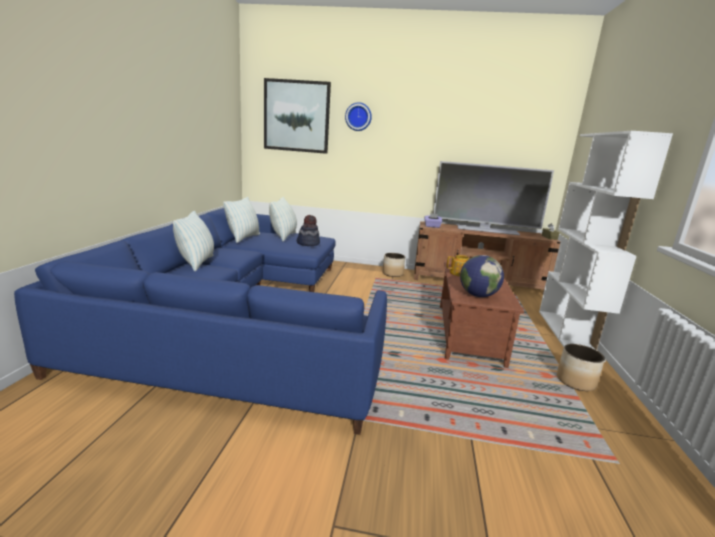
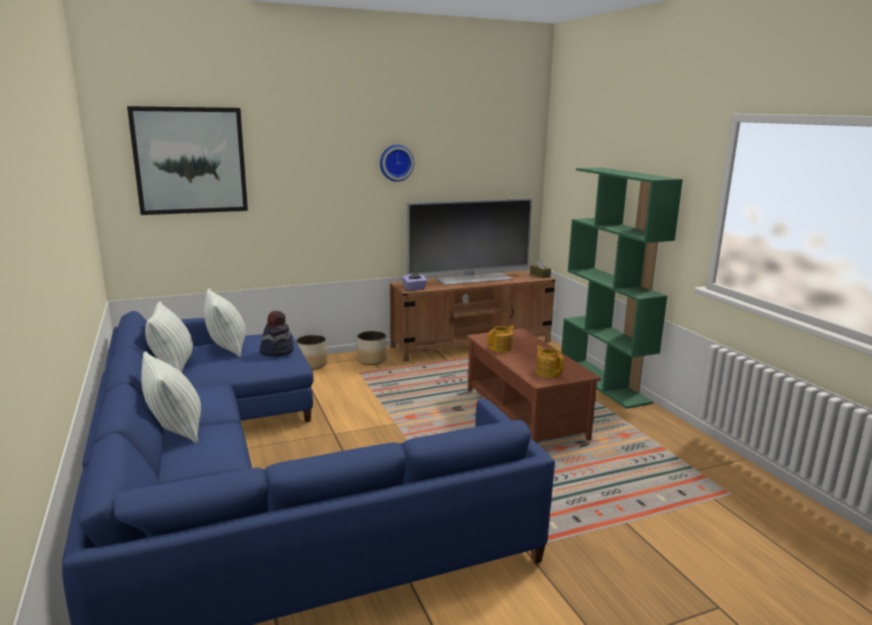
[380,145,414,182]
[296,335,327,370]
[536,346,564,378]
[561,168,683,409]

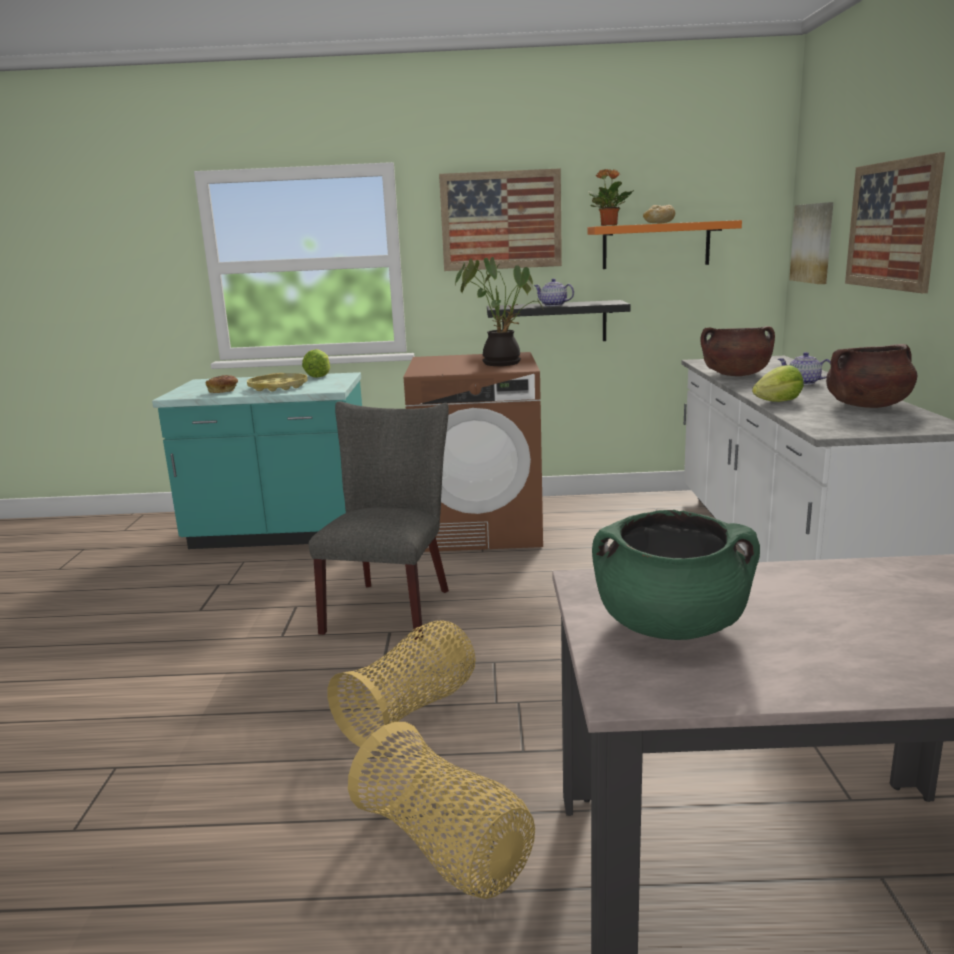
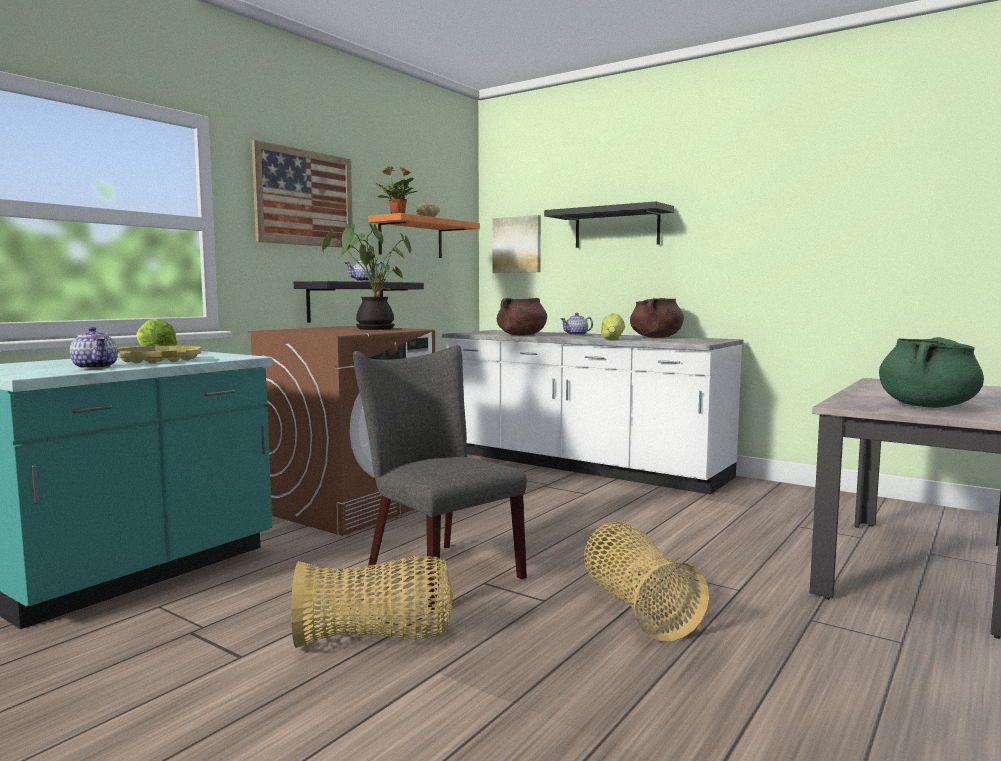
[291,556,453,648]
[70,327,118,369]
[544,202,674,248]

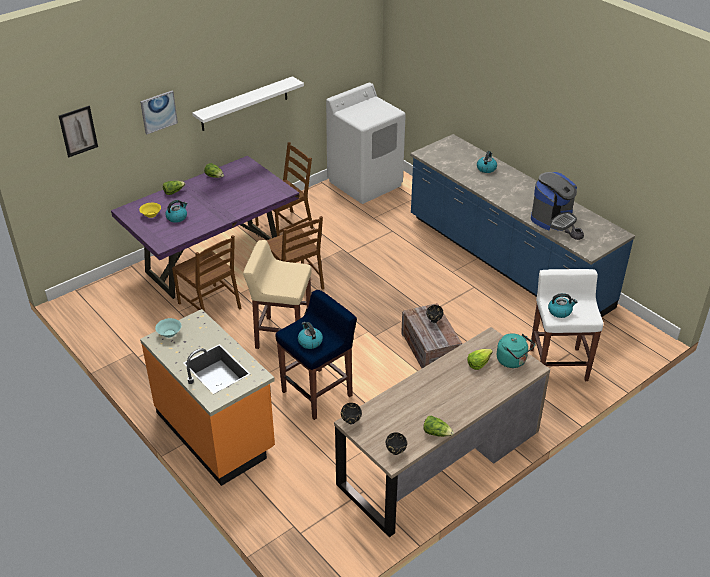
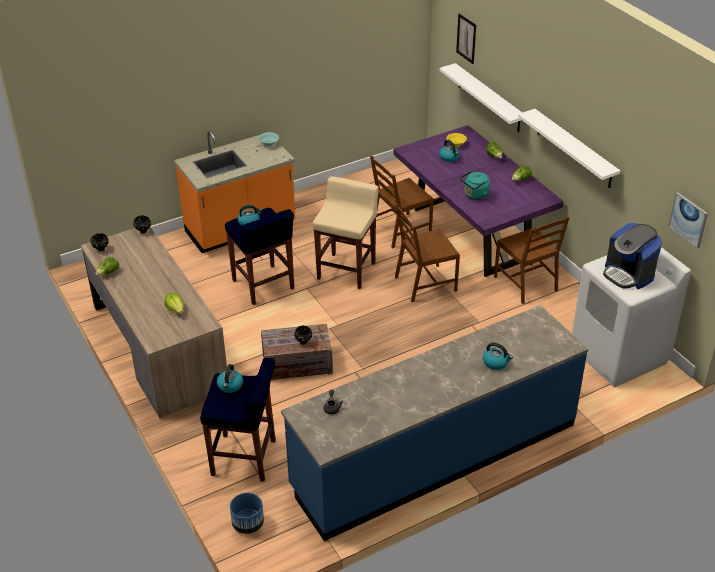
[230,493,264,534]
[439,63,522,133]
[668,192,708,248]
[460,171,490,200]
[603,223,662,290]
[200,357,276,482]

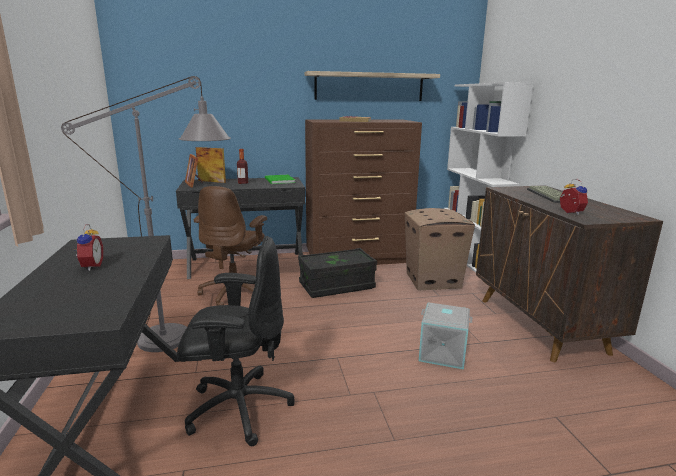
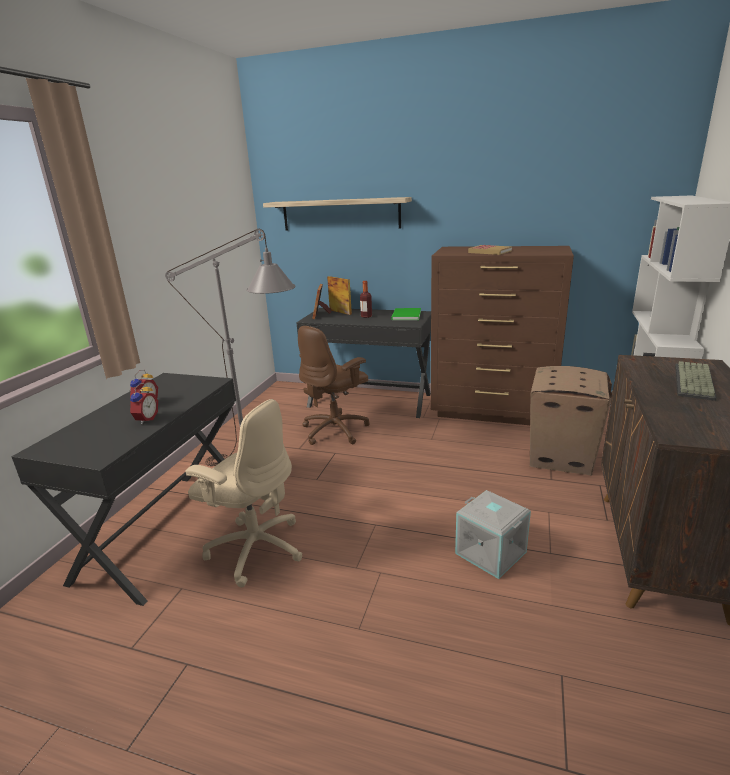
[298,248,377,298] (first image)
[263,197,412,230]
[130,383,158,424]
[186,399,303,587]

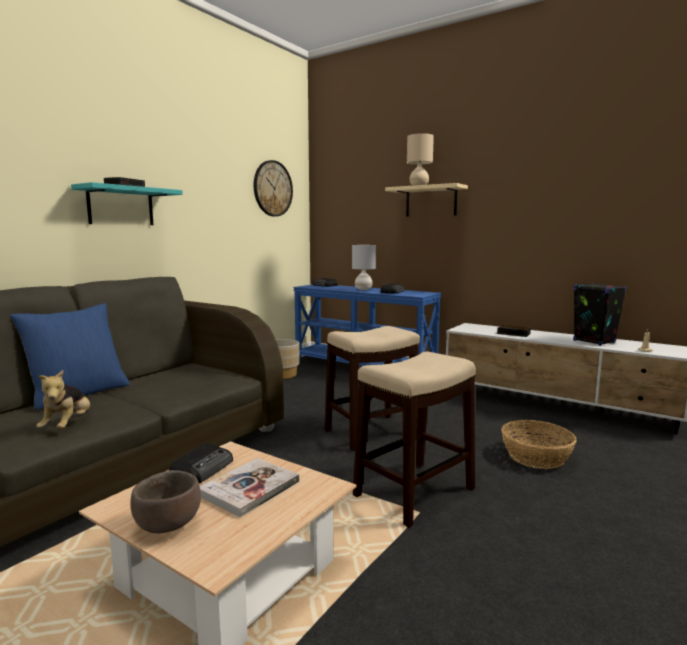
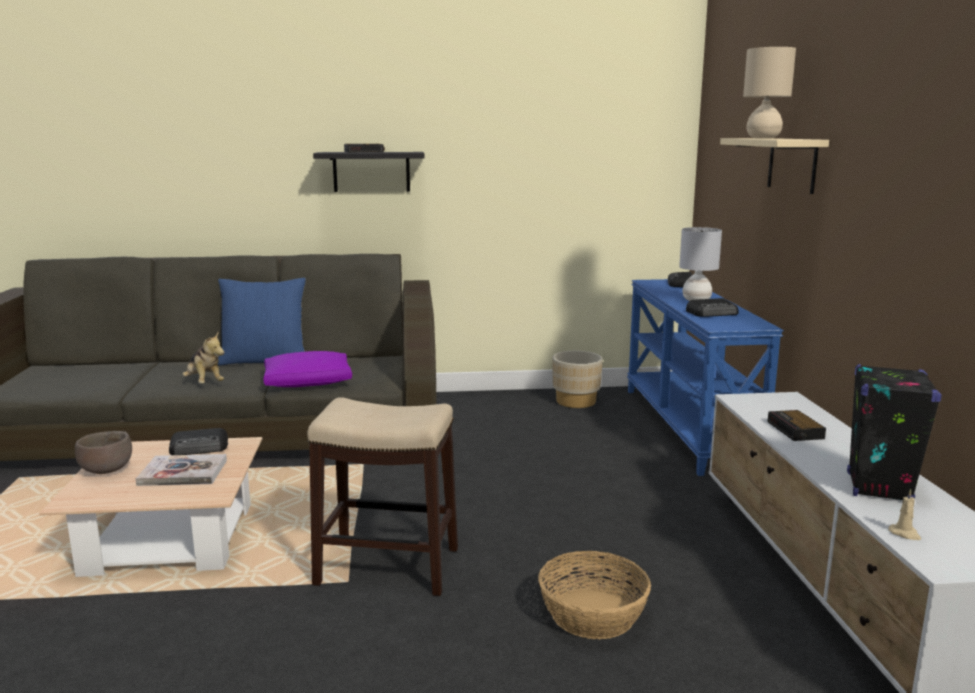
[254,160,293,217] (first image)
[324,326,420,451] (first image)
[263,351,352,387]
[313,152,425,192]
[183,333,224,384]

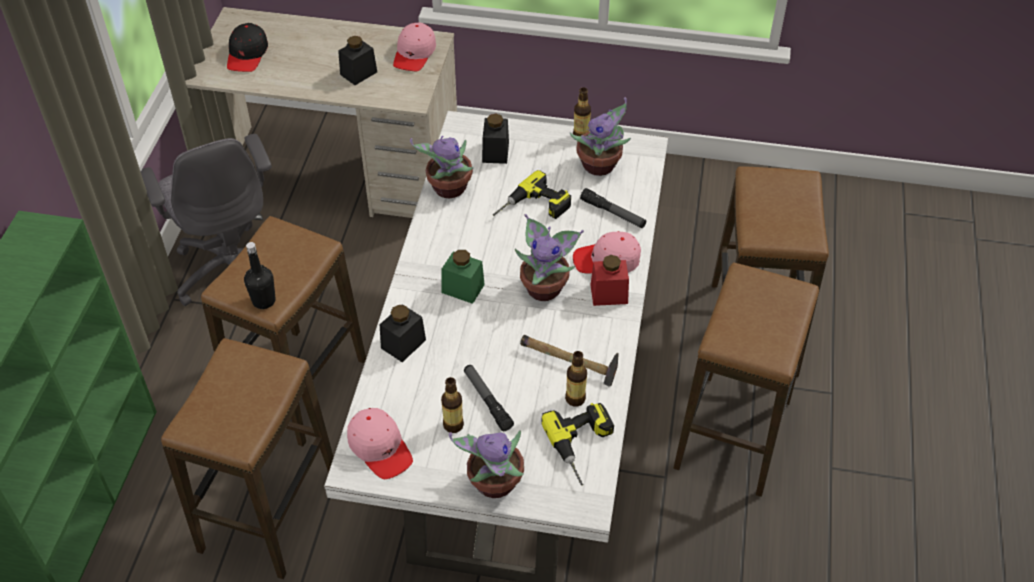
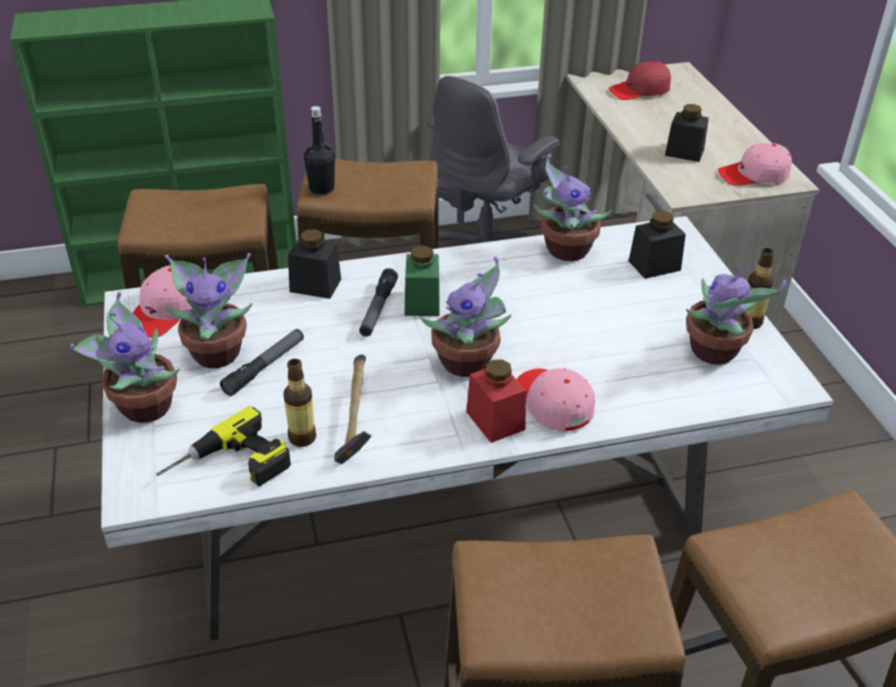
[493,170,571,219] (first image)
[359,268,398,336]
[164,253,253,368]
[609,61,671,100]

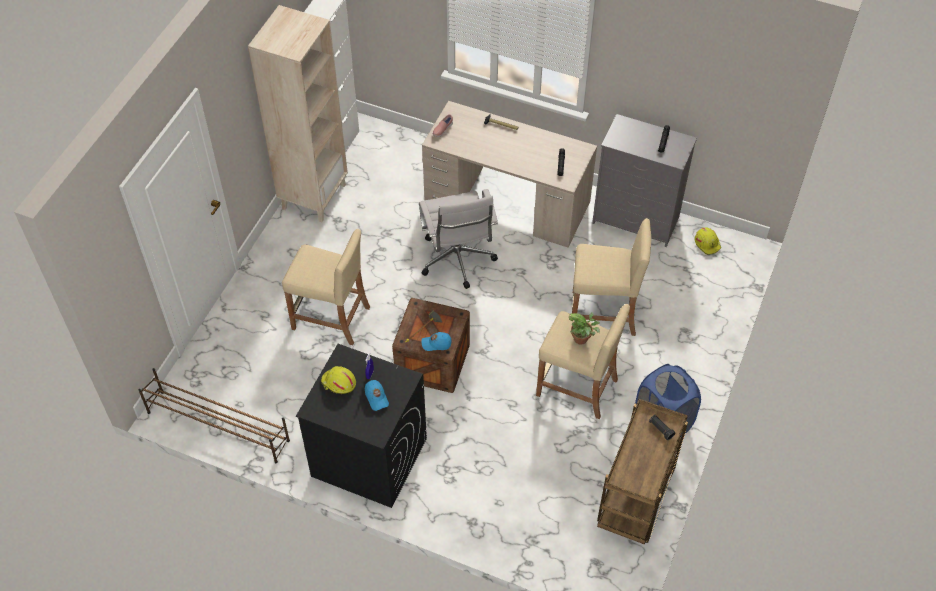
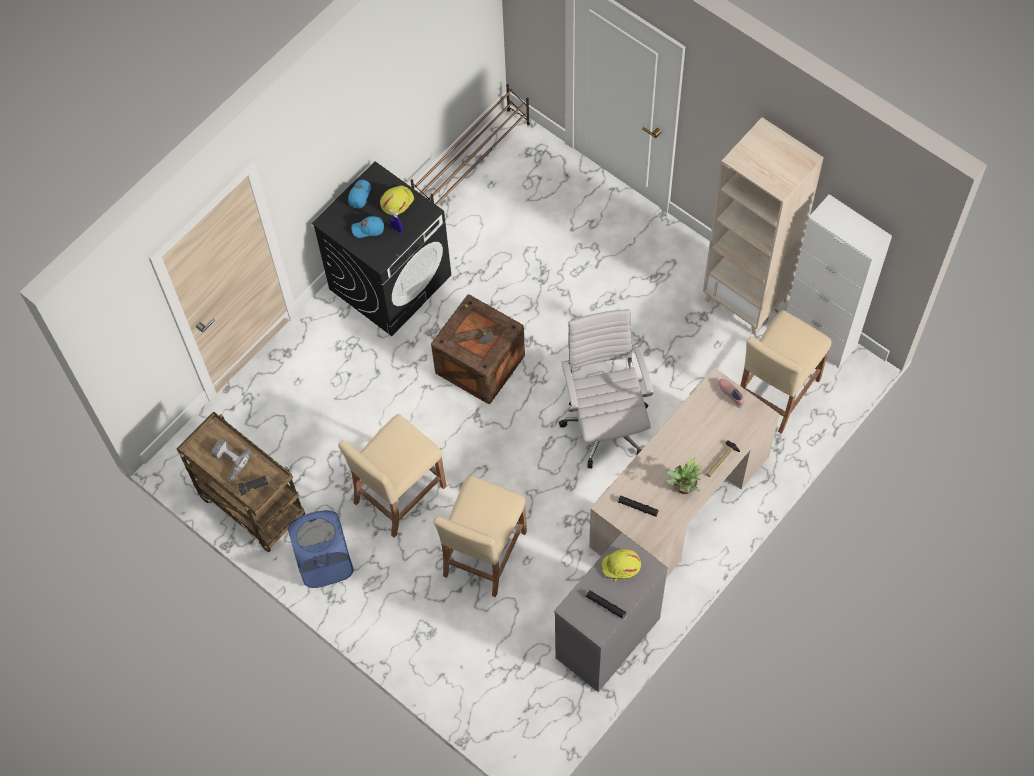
[211,439,251,481]
[740,310,831,434]
[348,180,371,209]
[664,458,702,494]
[601,549,641,581]
[559,309,653,468]

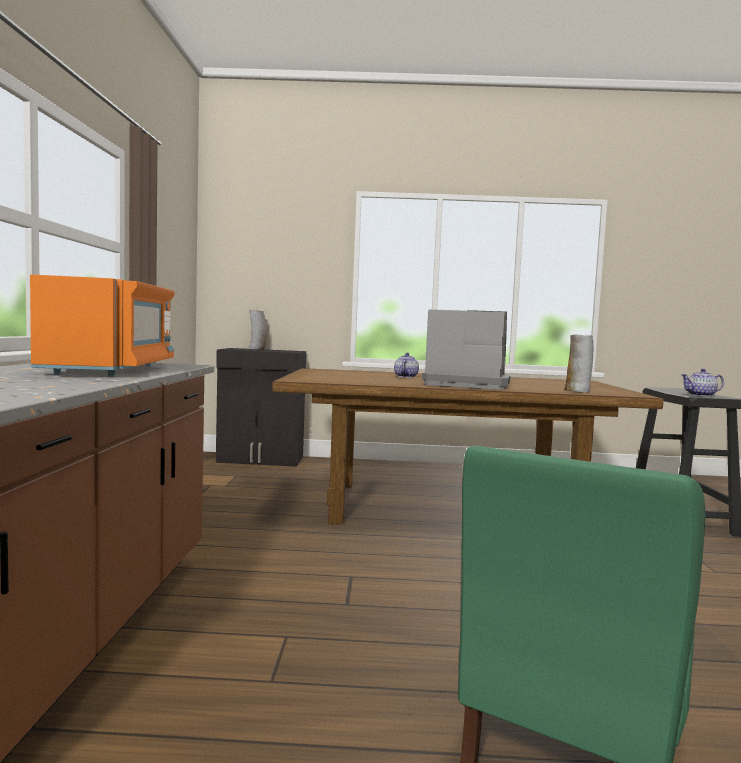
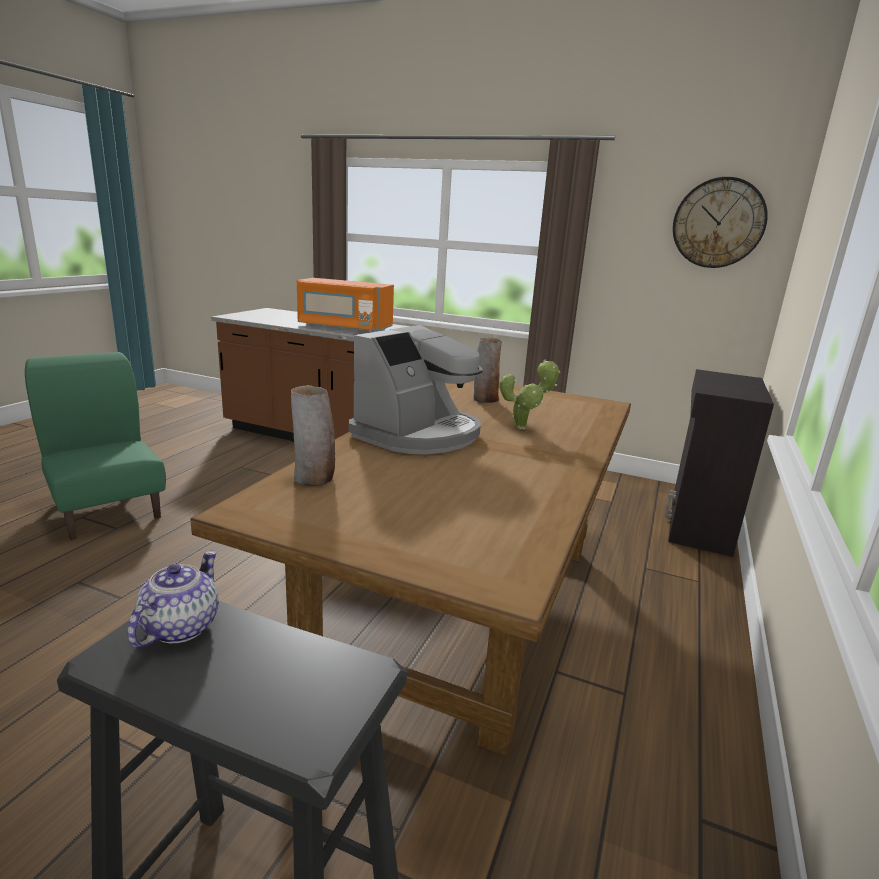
[673,177,768,268]
[474,338,502,403]
[500,359,560,429]

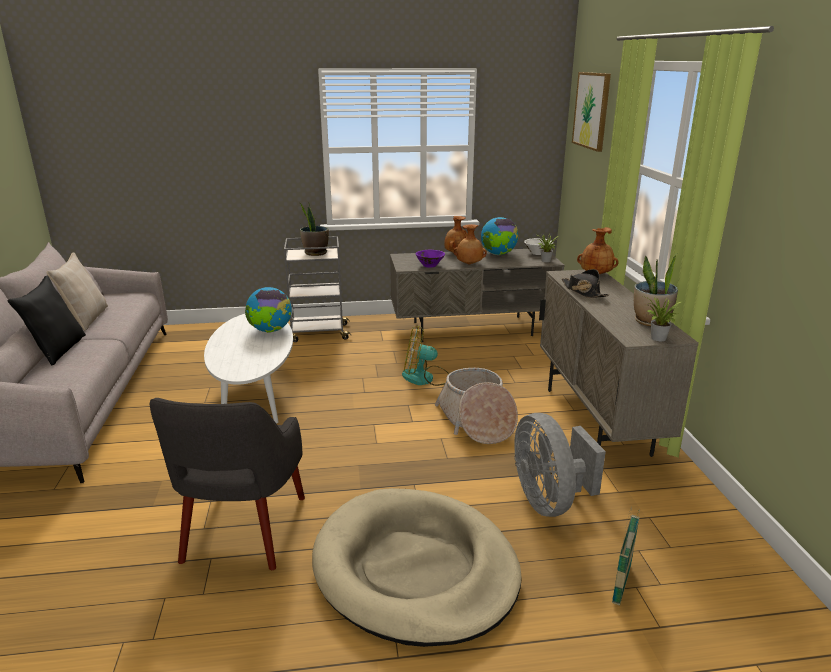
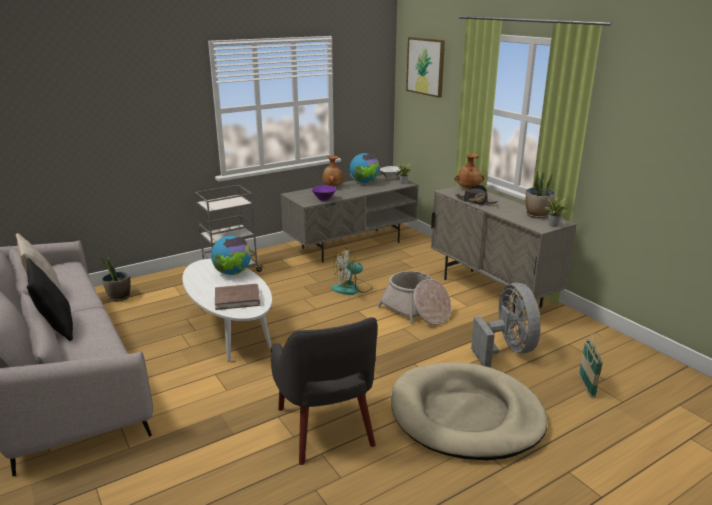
[453,224,487,264] (first image)
[215,284,260,310]
[101,253,131,302]
[471,283,541,368]

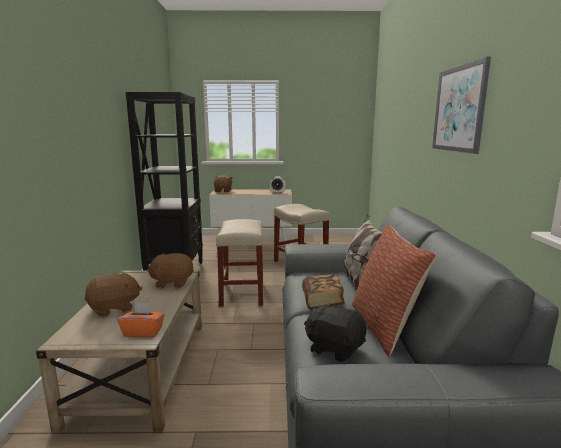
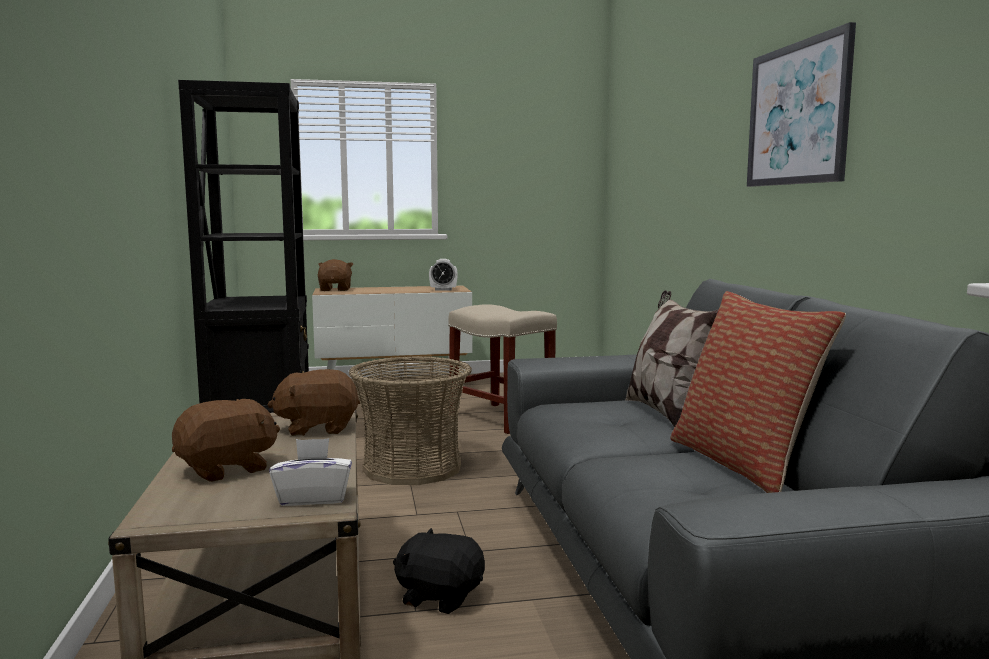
[302,274,345,310] (first image)
[393,528,485,614]
[349,356,472,485]
[269,438,352,506]

